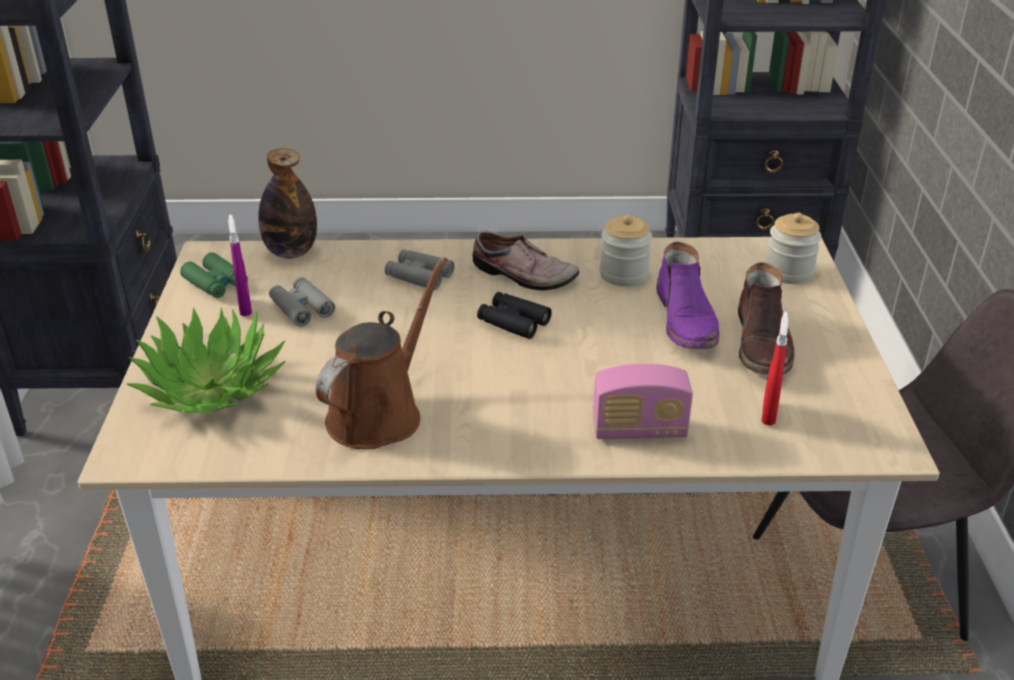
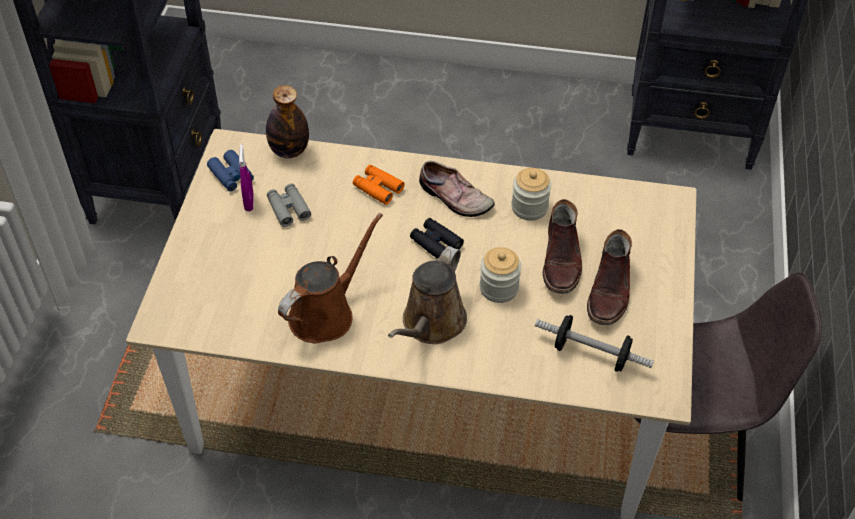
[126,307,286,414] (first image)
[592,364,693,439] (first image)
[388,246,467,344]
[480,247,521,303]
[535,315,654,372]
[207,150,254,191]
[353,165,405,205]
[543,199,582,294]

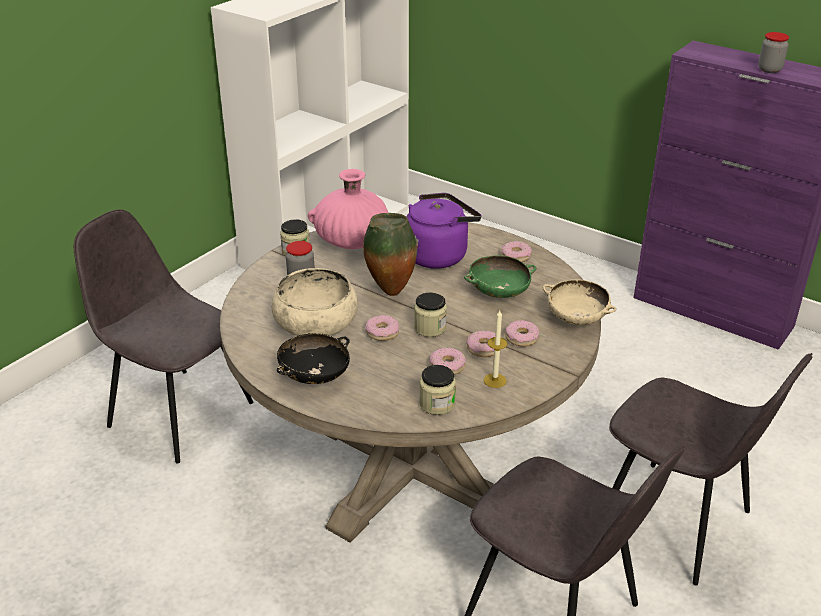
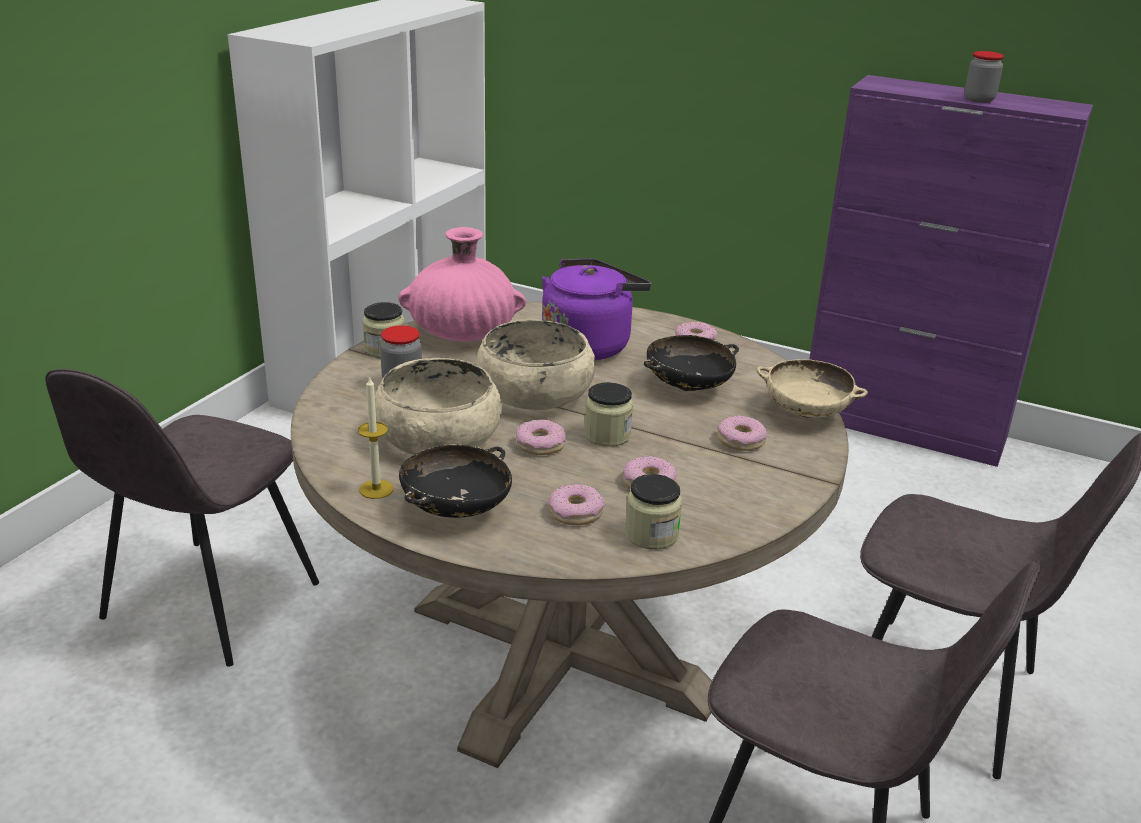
[548,484,605,525]
[358,376,394,499]
[476,320,595,410]
[644,335,739,391]
[45,369,319,667]

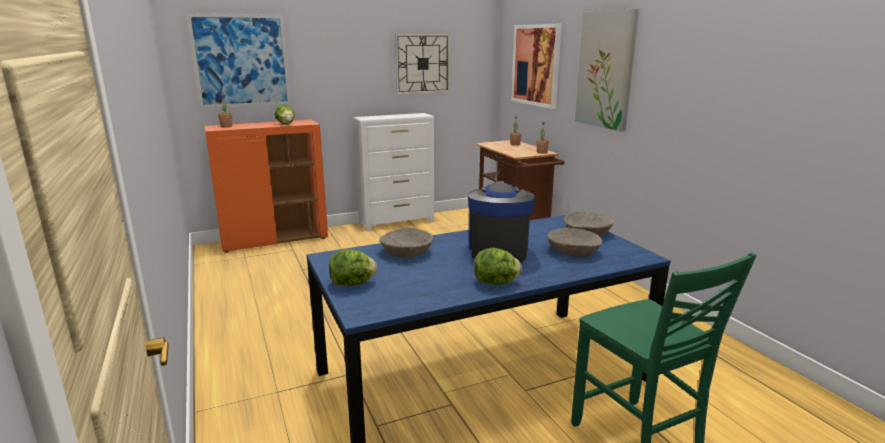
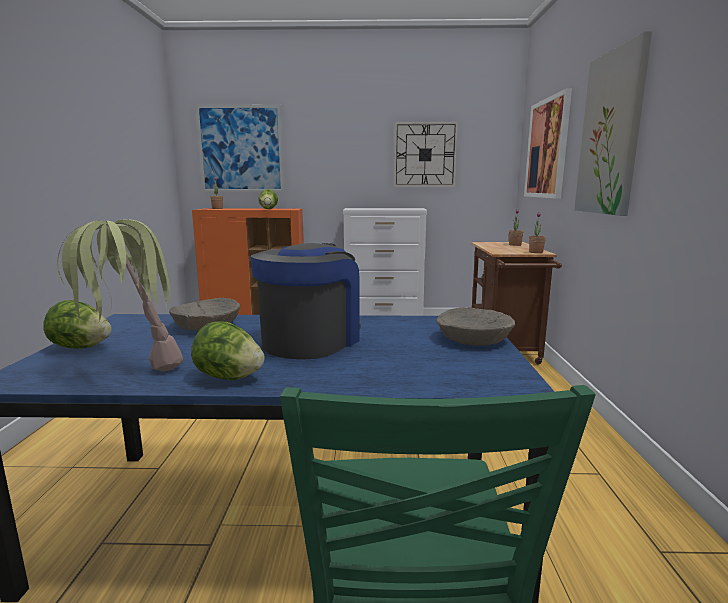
[547,228,603,257] (first image)
[57,219,183,371]

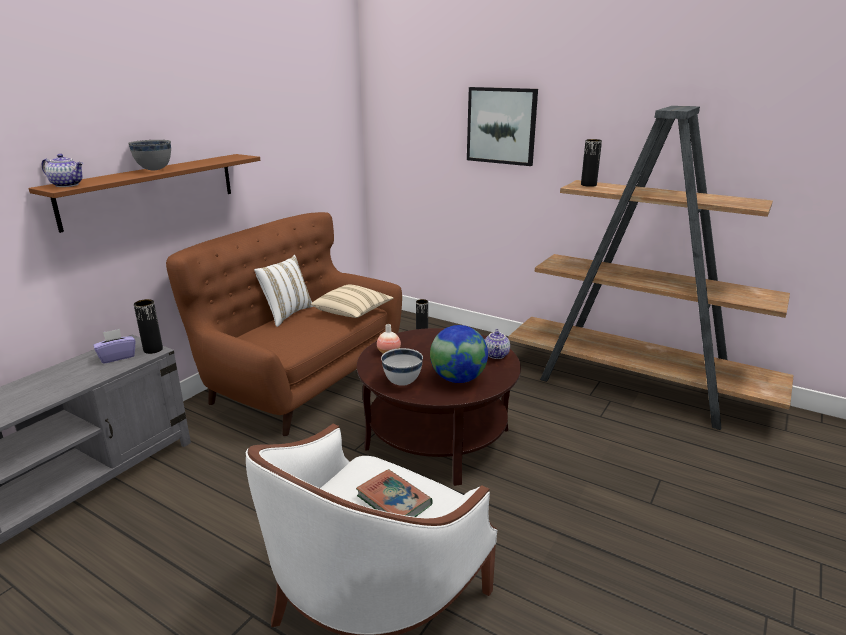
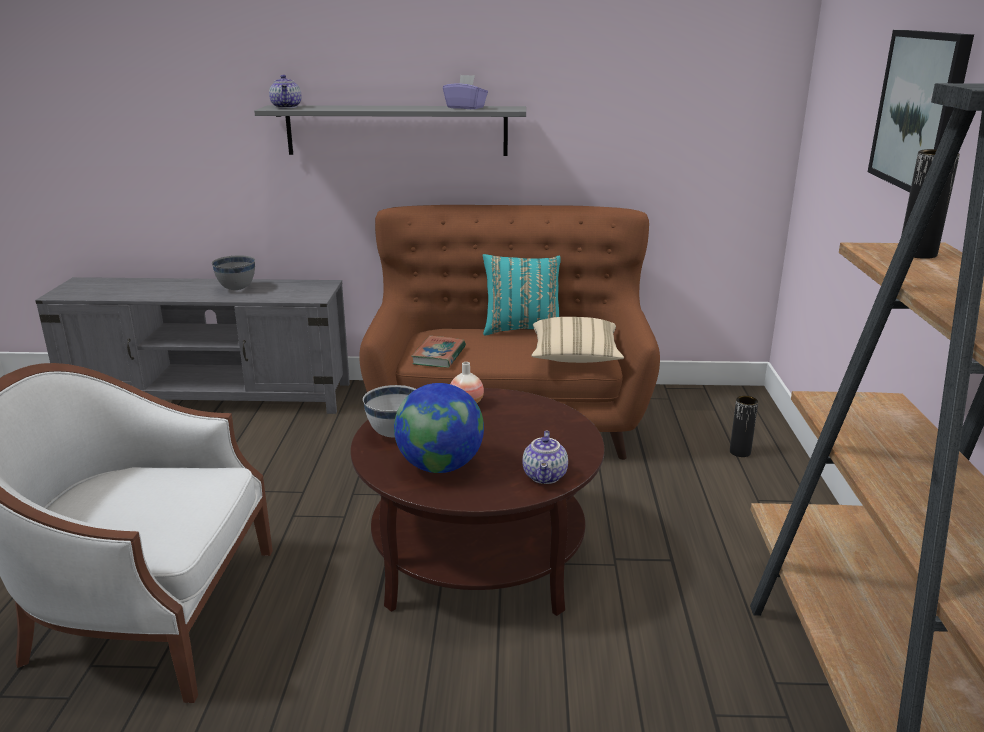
[134,299,163,354] (first image)
[443,75,488,109]
[212,255,255,290]
[411,336,466,368]
[254,105,526,156]
[482,254,561,336]
[522,430,568,484]

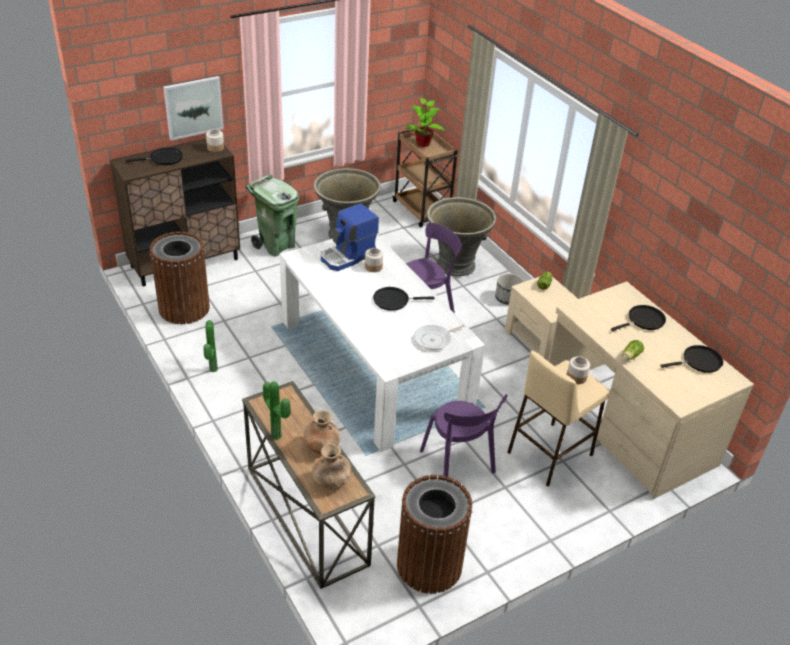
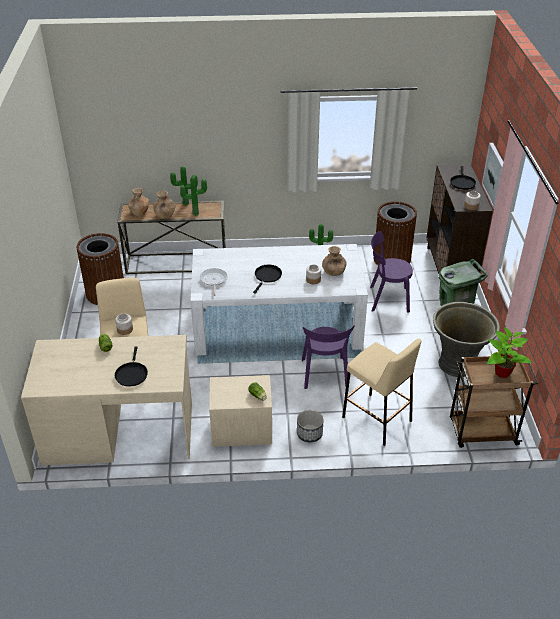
[660,345,723,373] (first image)
[180,176,207,216]
[370,231,413,313]
[322,246,346,276]
[342,339,421,446]

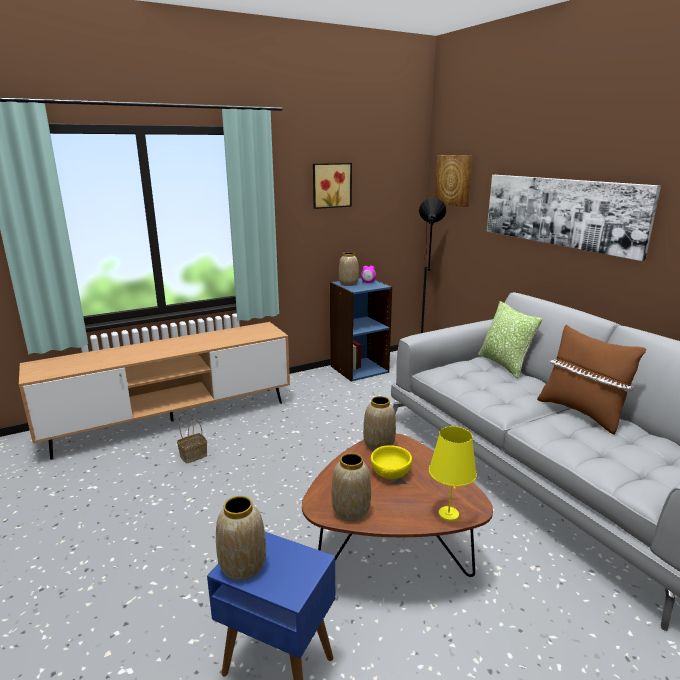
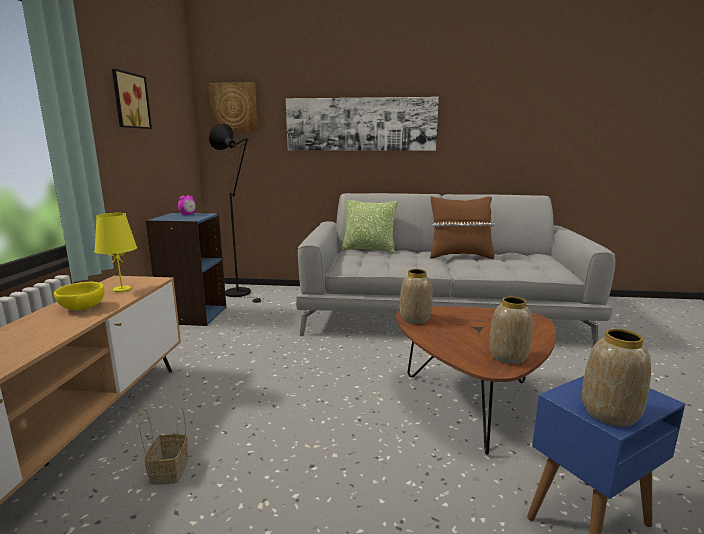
[339,252,359,286] (first image)
[54,282,105,310]
[94,213,137,292]

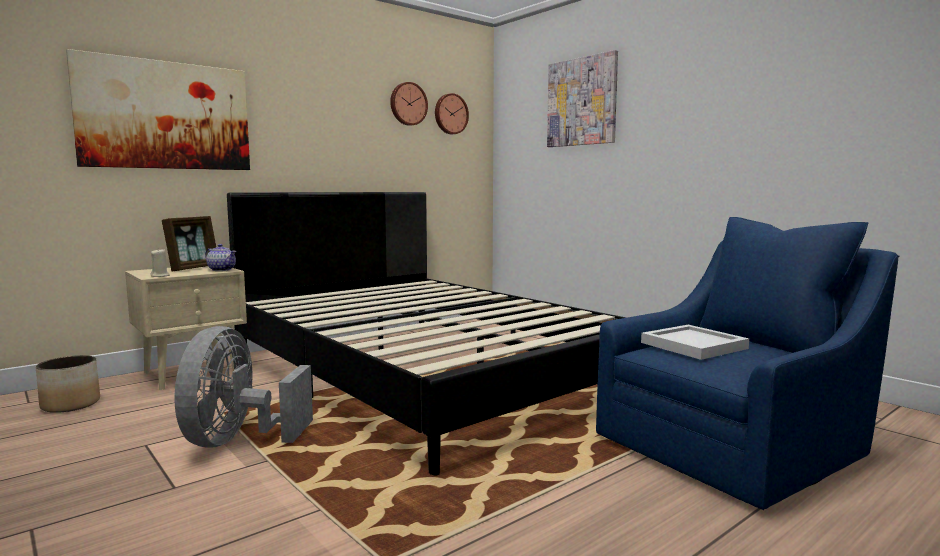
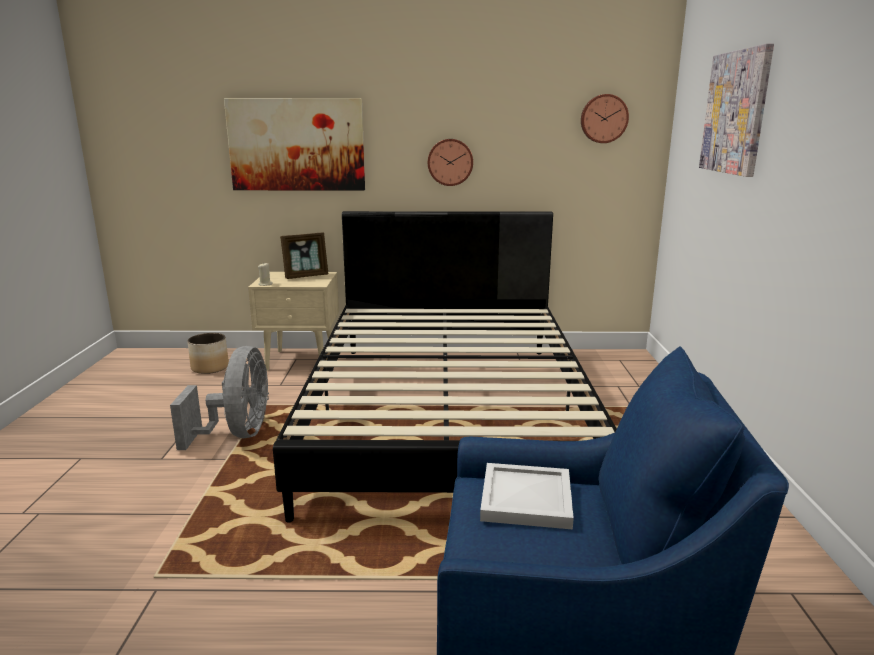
[205,244,237,271] (first image)
[428,139,473,186]
[170,346,269,450]

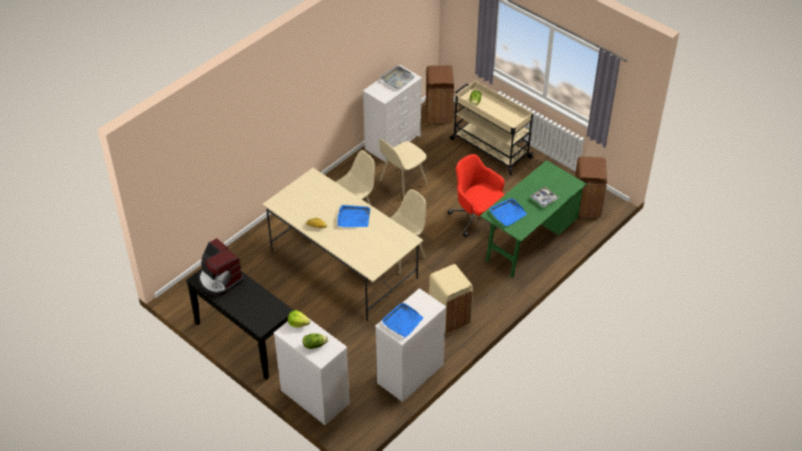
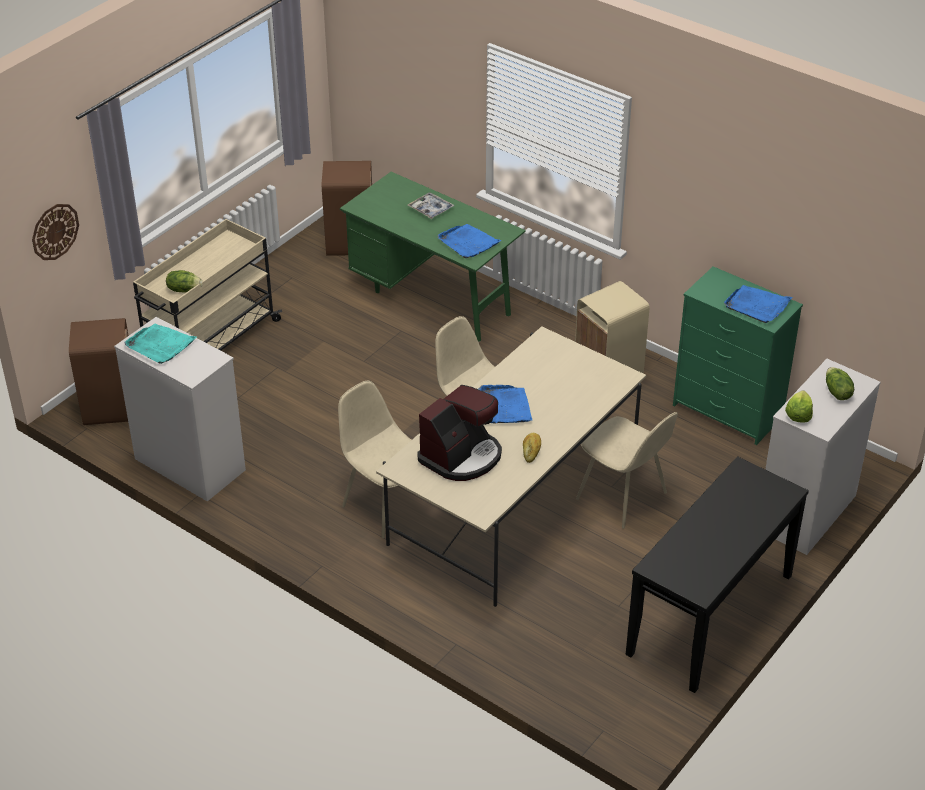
[447,154,505,237] (first image)
[32,204,79,260]
[417,385,502,481]
[576,412,678,529]
[673,266,803,445]
[124,324,197,364]

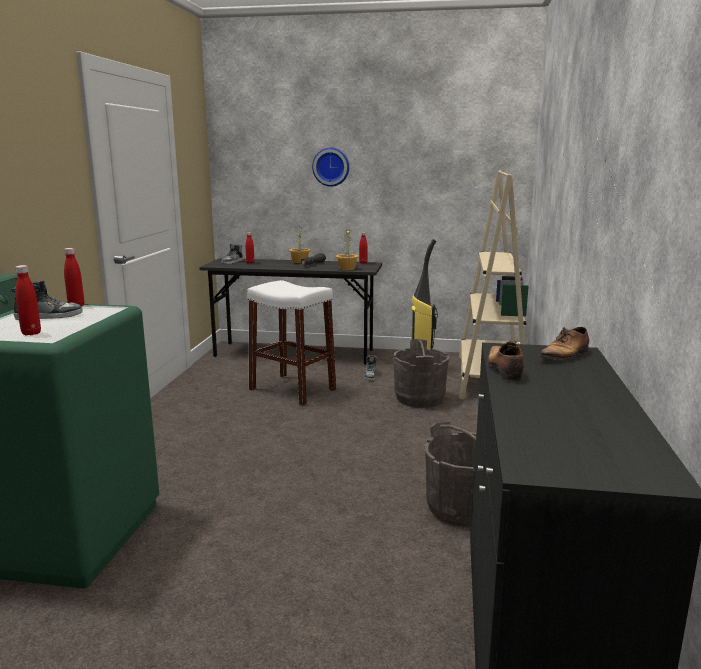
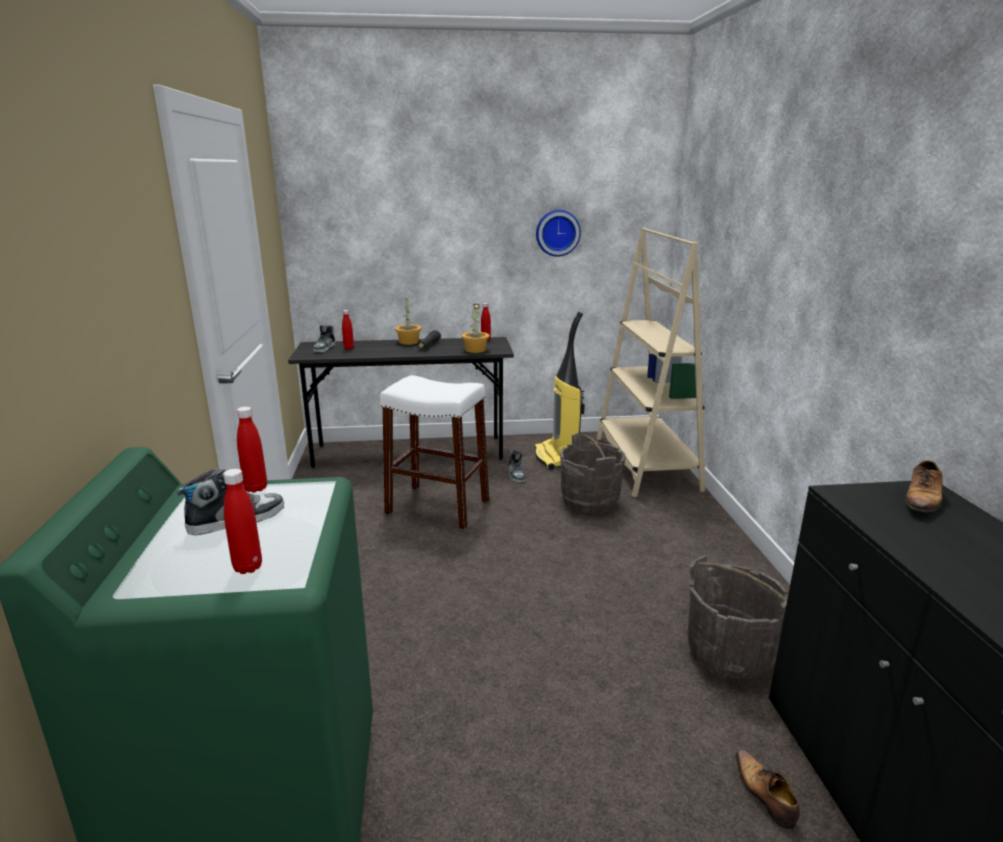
[536,210,581,257]
[736,750,800,829]

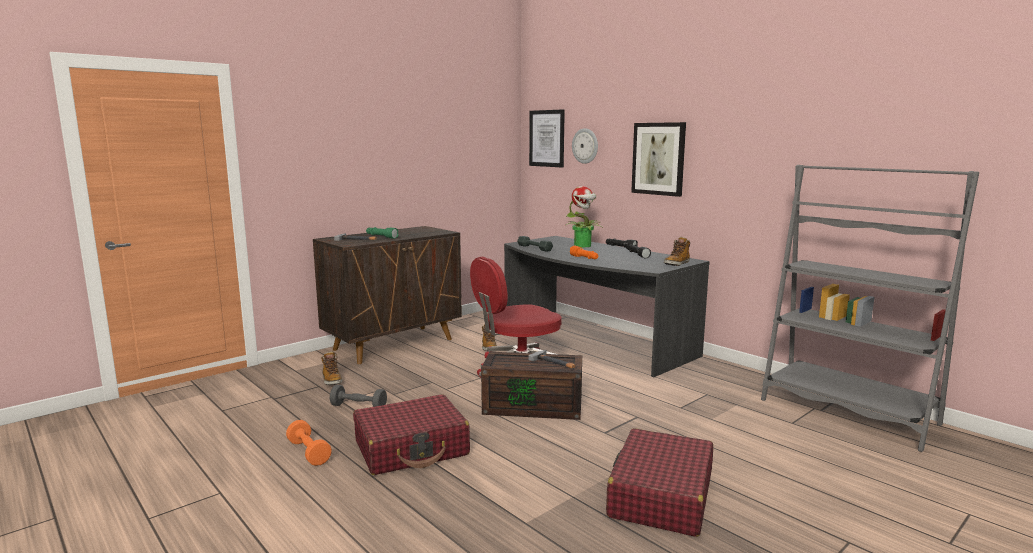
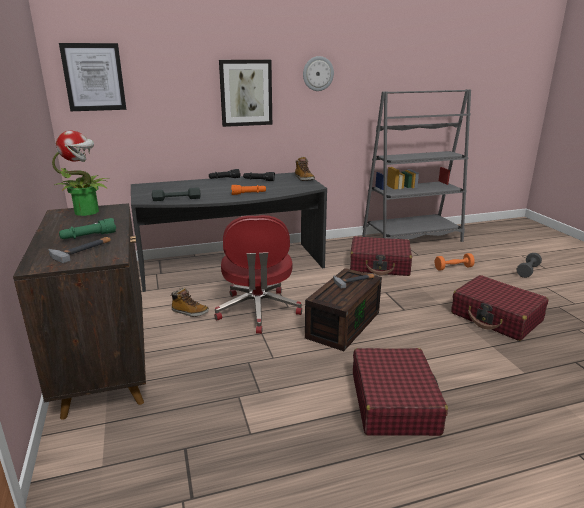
[321,352,343,385] (first image)
[350,236,412,276]
[435,253,475,271]
[517,253,542,278]
[52,131,110,216]
[303,56,334,91]

